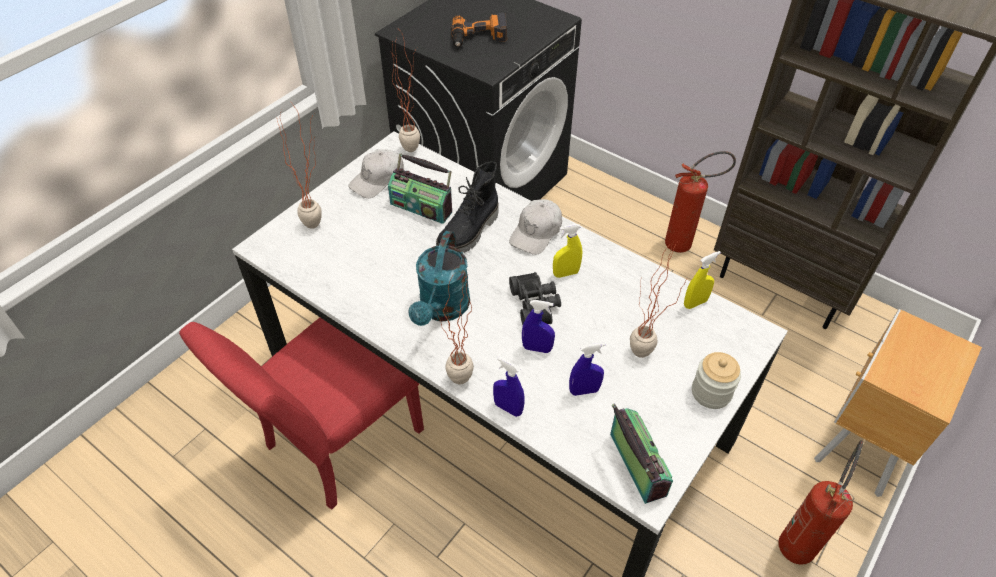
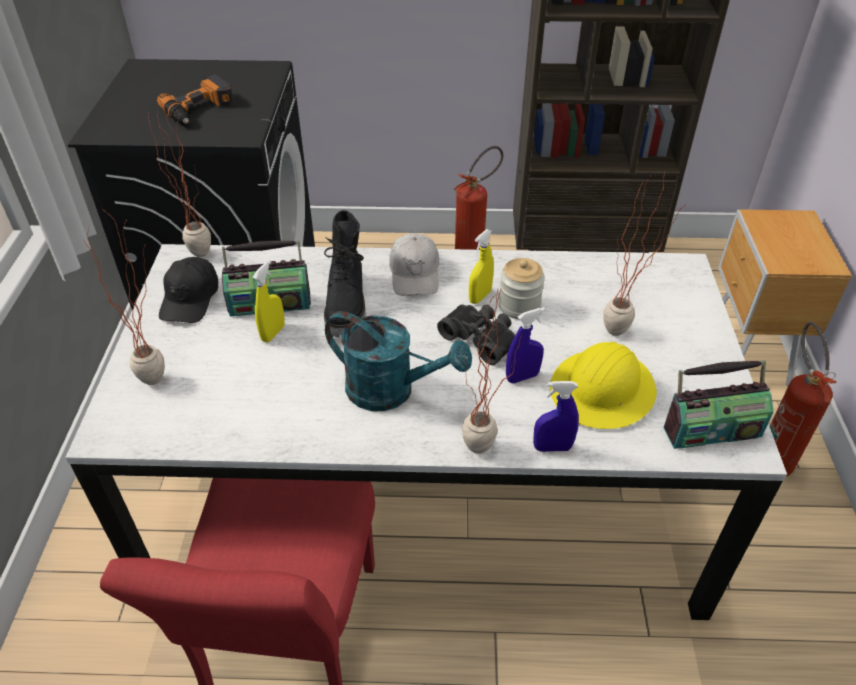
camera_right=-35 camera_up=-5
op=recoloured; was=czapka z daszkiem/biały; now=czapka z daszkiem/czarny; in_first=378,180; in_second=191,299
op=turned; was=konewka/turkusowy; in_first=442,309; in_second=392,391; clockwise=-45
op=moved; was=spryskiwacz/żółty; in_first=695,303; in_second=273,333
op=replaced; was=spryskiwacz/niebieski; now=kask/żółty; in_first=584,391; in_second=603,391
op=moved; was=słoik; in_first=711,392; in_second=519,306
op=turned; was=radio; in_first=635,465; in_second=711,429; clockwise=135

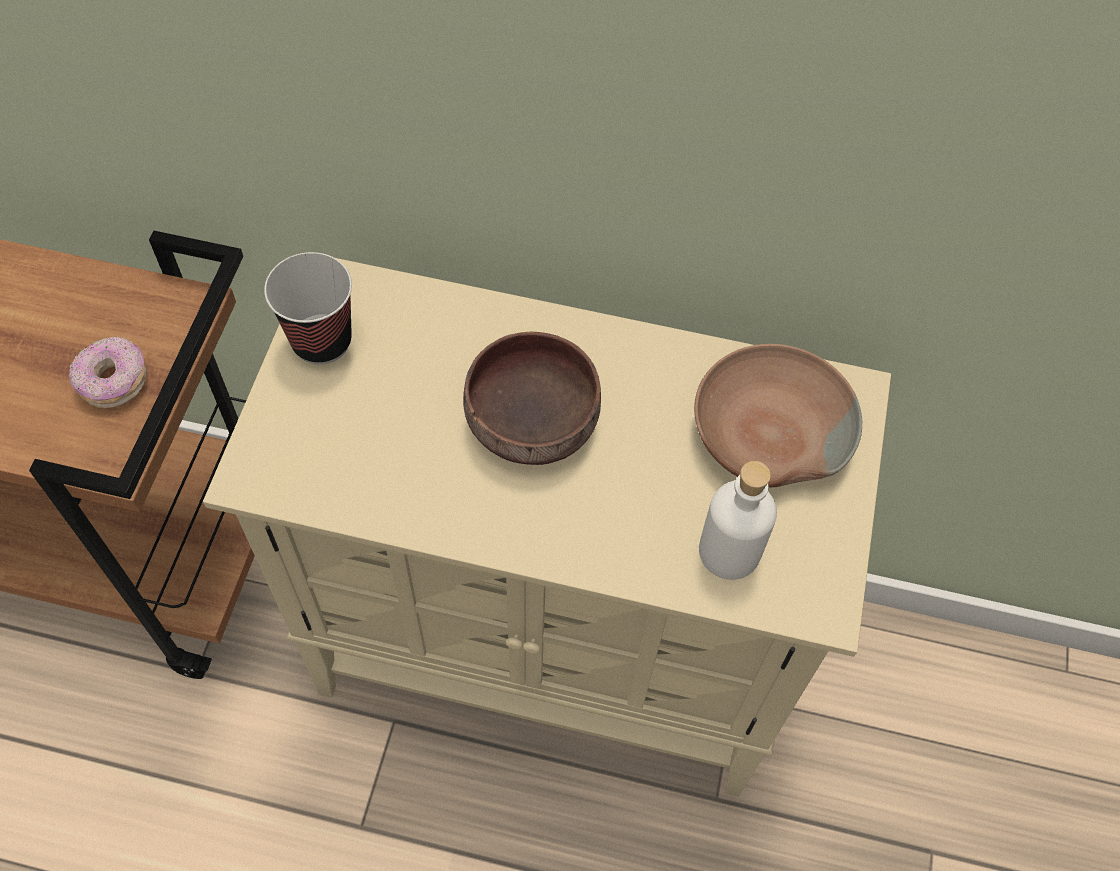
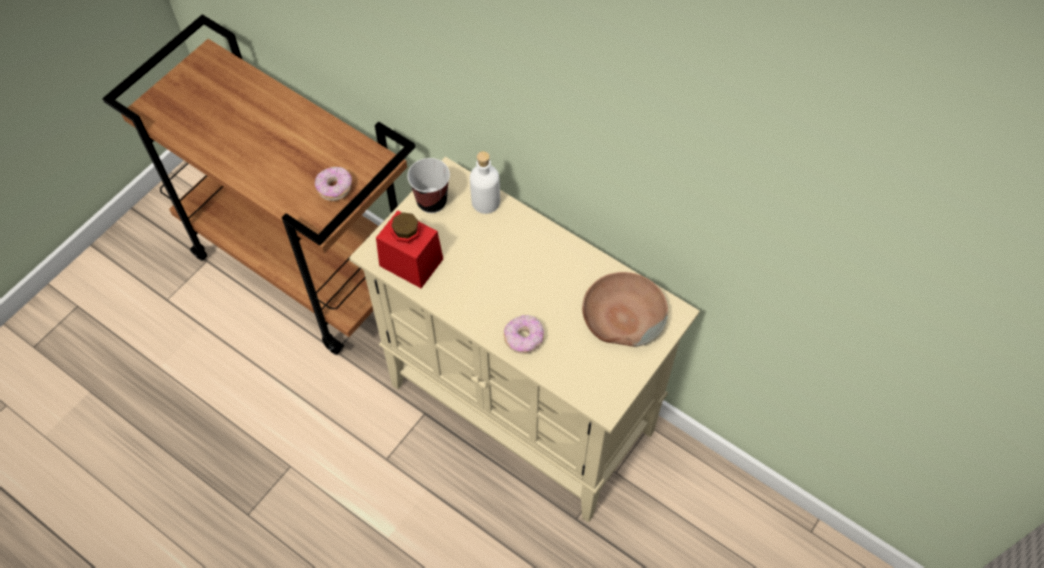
camera_right=25 camera_up=0
op=removed; was=miska/brązowy; in_first=536,419
op=moved; was=butelka/biały; in_first=729,552; in_second=485,202
op=added; now=słoik/czerwony; in_second=411,262
op=added; now=donut; in_second=524,339

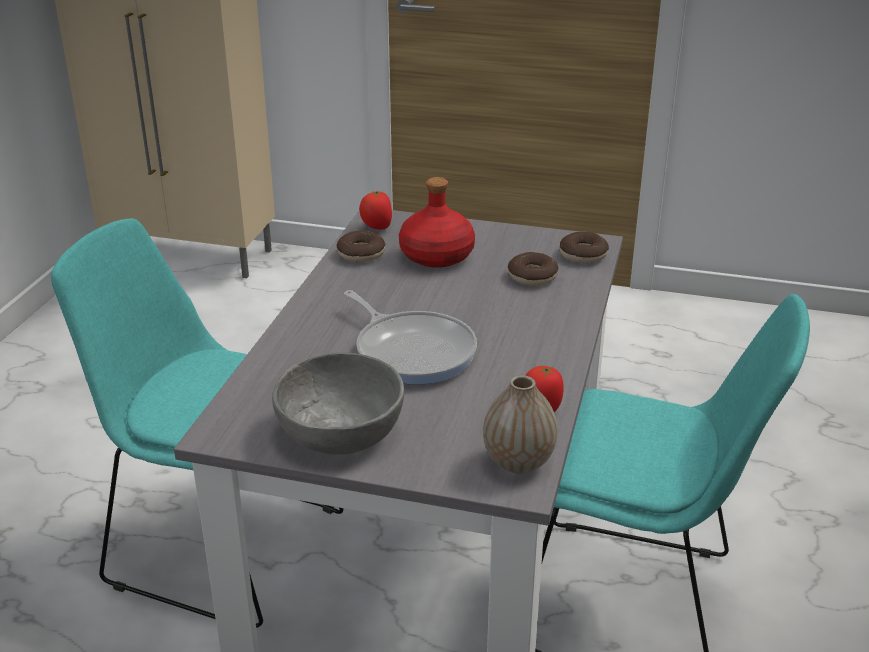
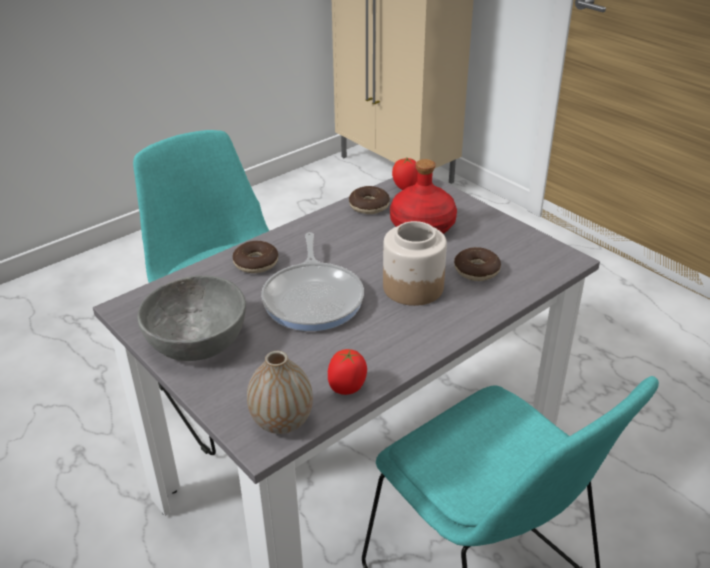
camera_right=35 camera_up=5
op=moved; was=donut; in_first=583,255; in_second=256,263
op=added; now=słoik; in_second=412,287

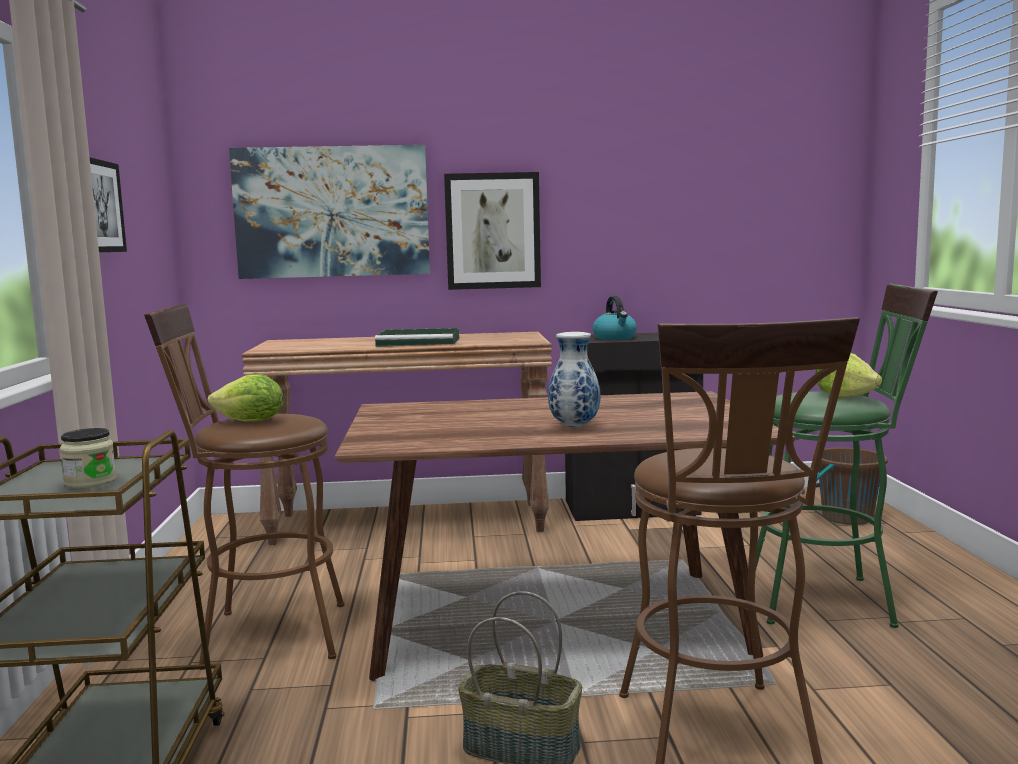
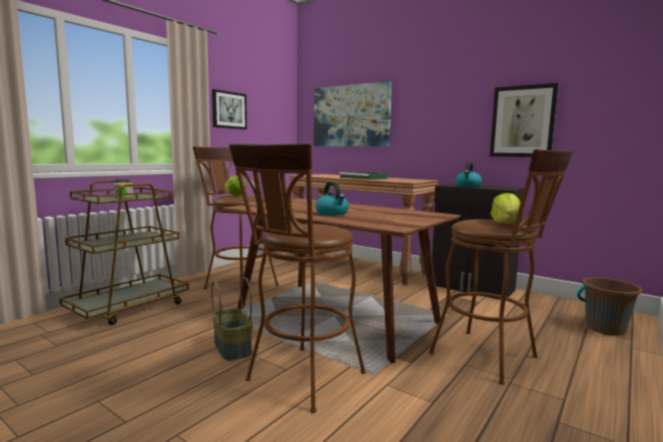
camera_right=40 camera_up=0
op=moved; was=obraz; in_first=492,231; in_second=522,121
op=recoloured; was=stołek/zielony; now=stołek/brązowy; in_first=832,600; in_second=491,358
op=replaced; was=wazon; now=czajnik; in_first=573,425; in_second=332,213

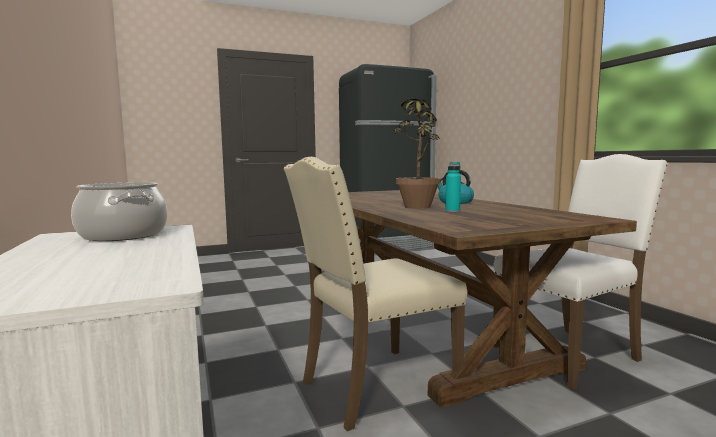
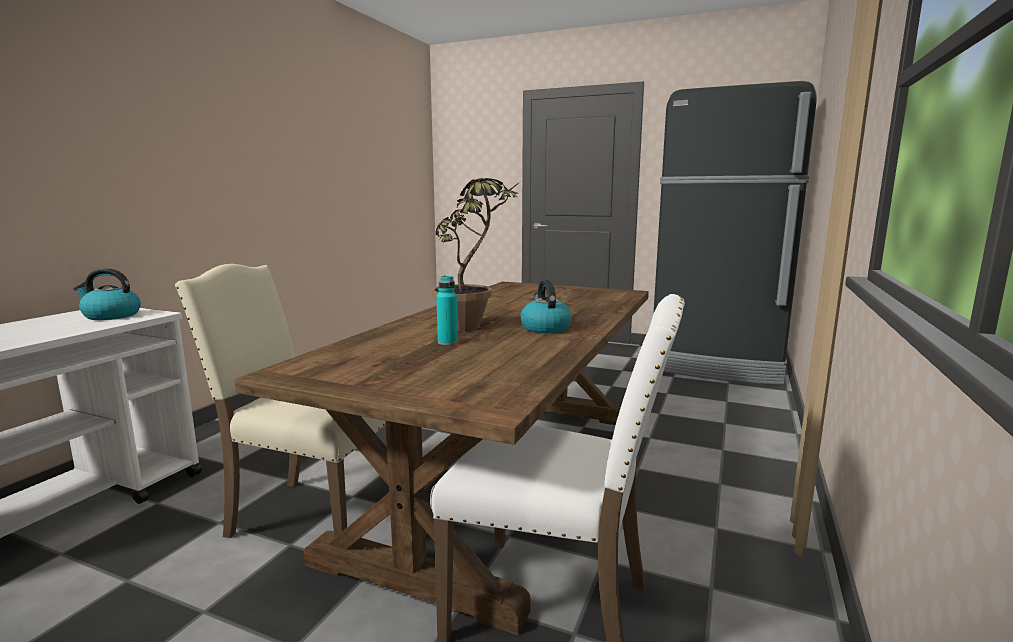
camera_right=45 camera_up=5
op=replaced; was=garnek; now=czajnik; in_first=124,235; in_second=111,316

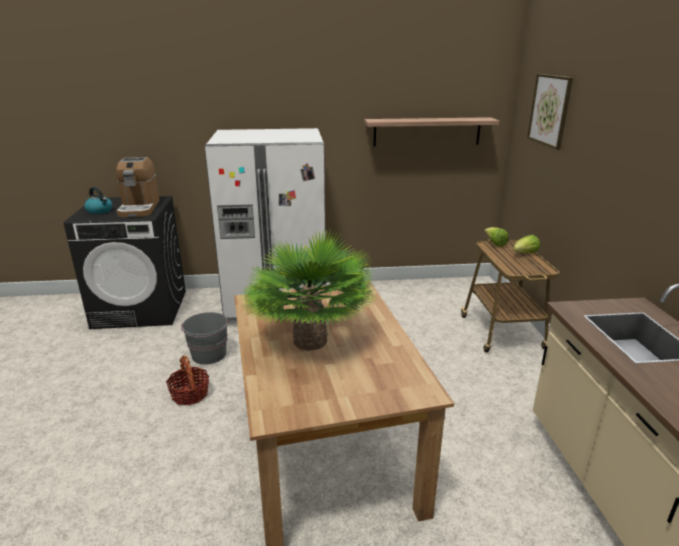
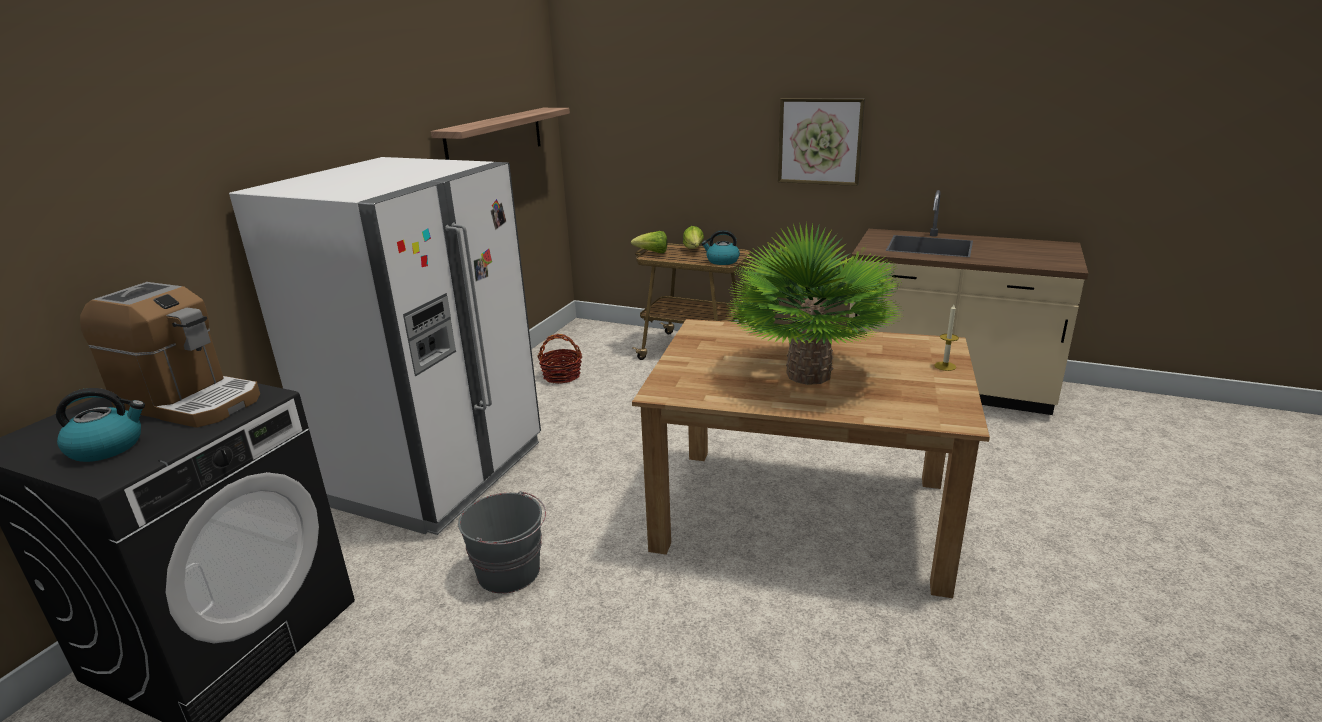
camera_right=-60 camera_up=0
op=moved; was=obraz; in_first=550,110; in_second=820,141
op=moved; was=koszyk; in_first=190,394; in_second=562,376
op=added; now=czajnik; in_second=722,261
op=added; now=świeca; in_second=945,366

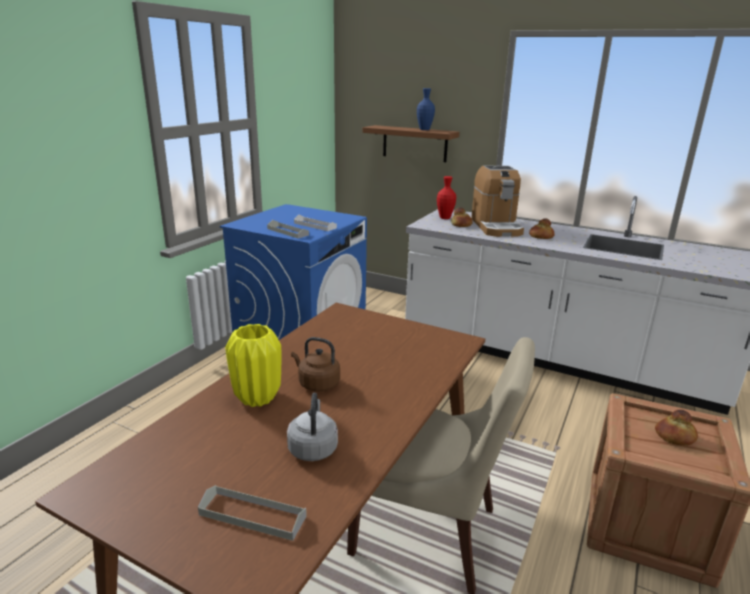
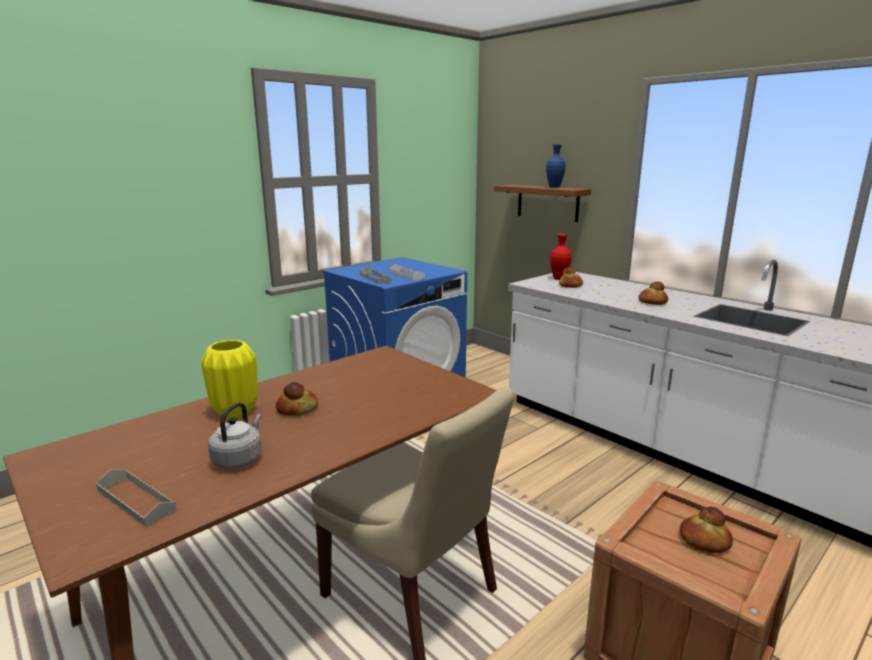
camera_right=20 camera_up=-5
op=removed; was=ekspres do kawy; in_first=496,226
op=replaced; was=czajnik/brązowy; now=chleb; in_first=317,384; in_second=297,408

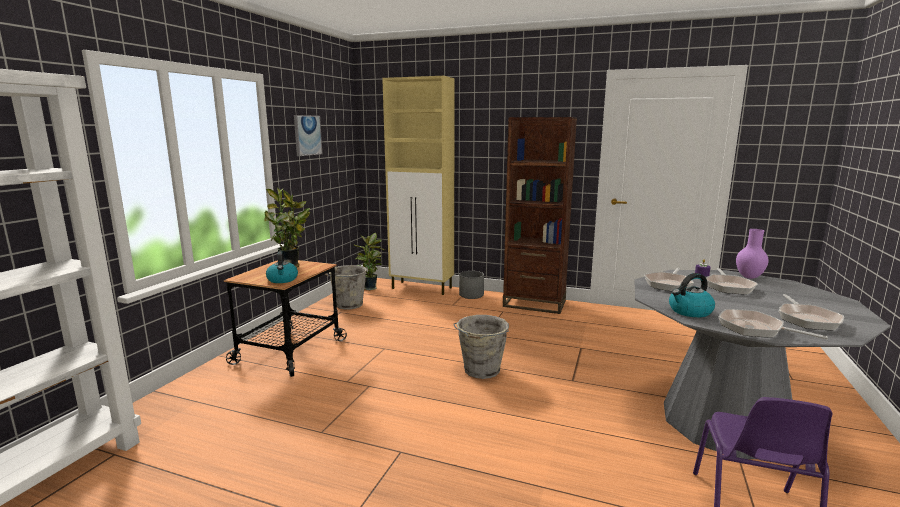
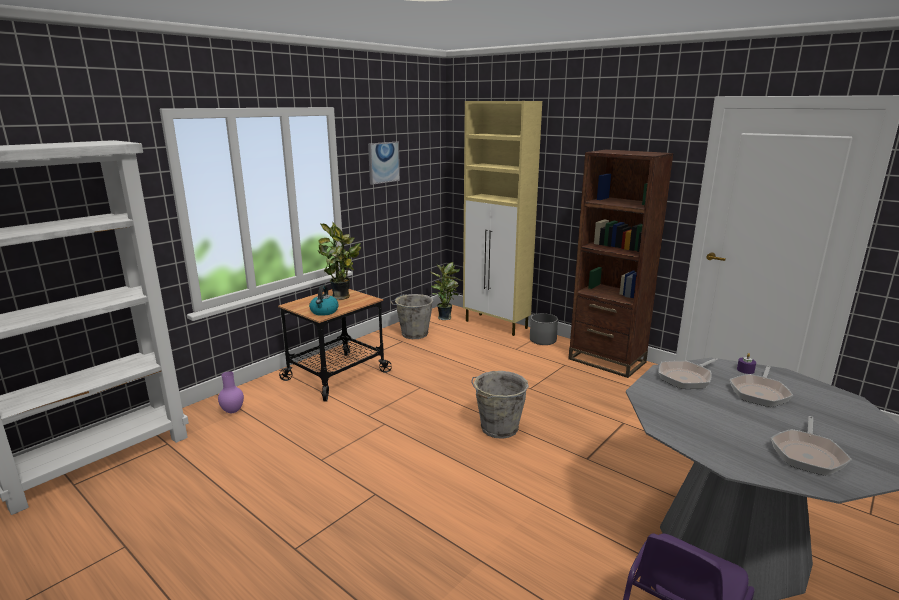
camera_right=20 camera_up=5
op=moved; was=wazon/fioletowy; in_first=748,277; in_second=232,411
op=removed; was=czajnik; in_first=689,311
op=removed; was=patelnia; in_first=755,329

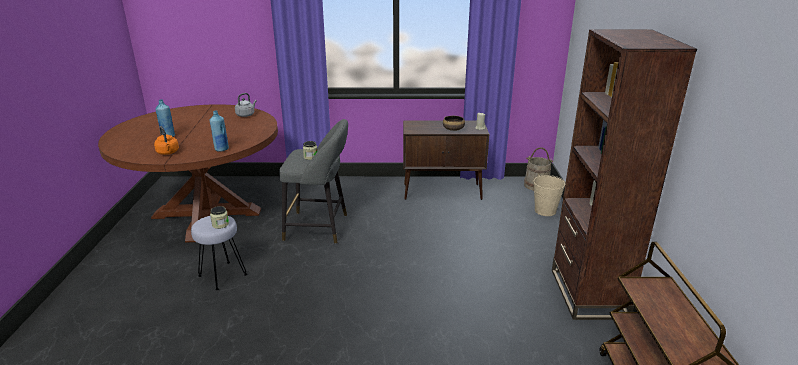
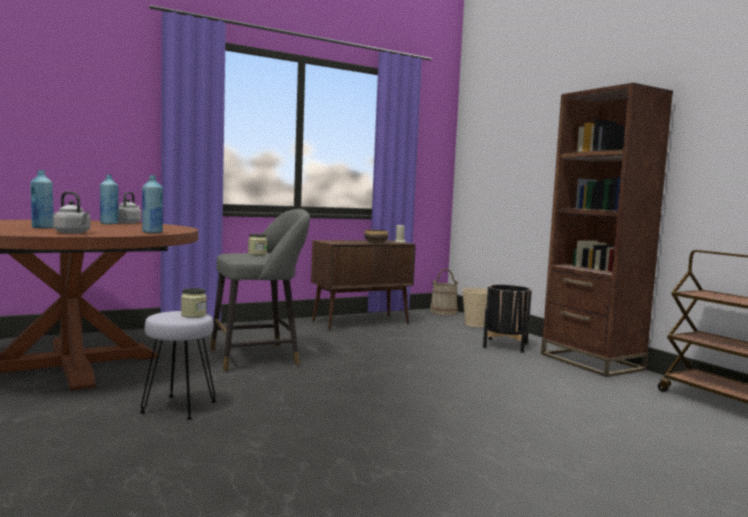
camera_right=-30 camera_up=-20
op=recoloured; was=czajnik/pomarańczowy; now=czajnik/szary; in_first=168,152; in_second=73,233
op=added; now=butelka/niebieski; in_second=109,224
op=added; now=donica/czarny; in_second=505,345

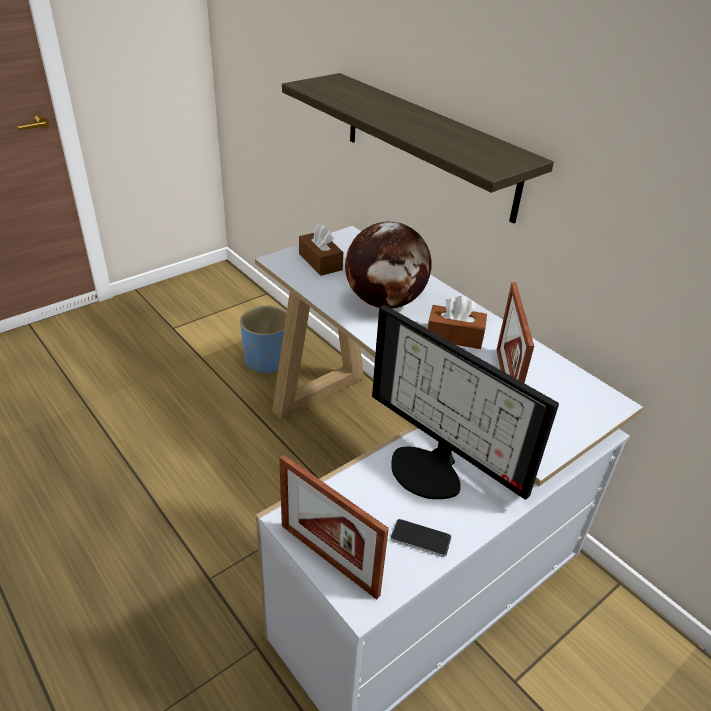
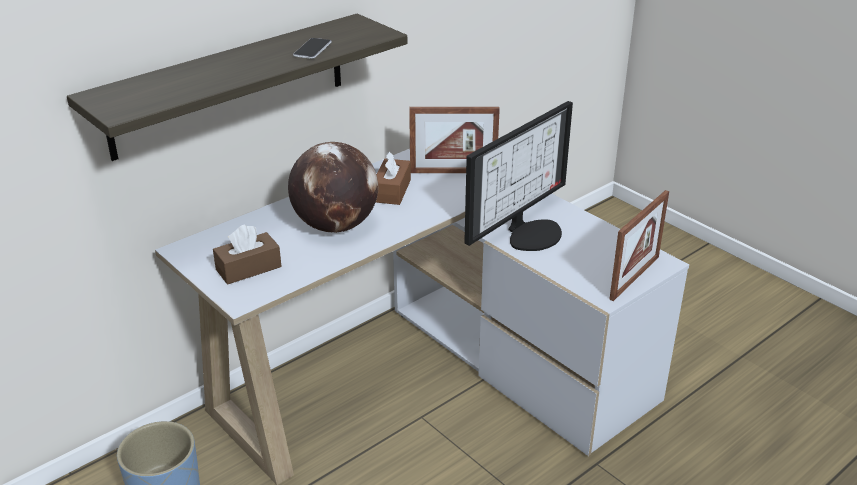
camera_right=-90 camera_up=-5
op=moved; was=telefon; in_first=420,538; in_second=312,49

